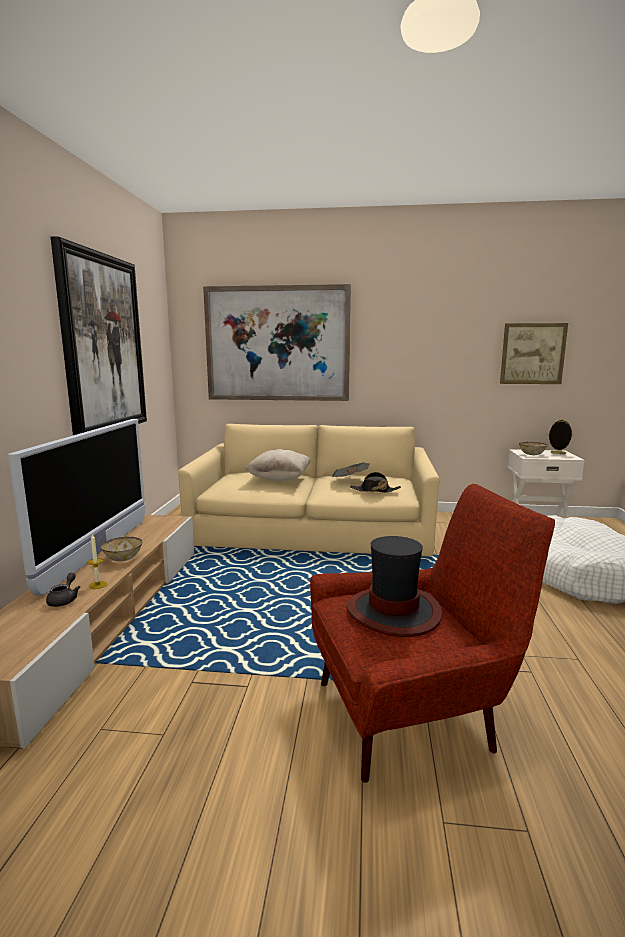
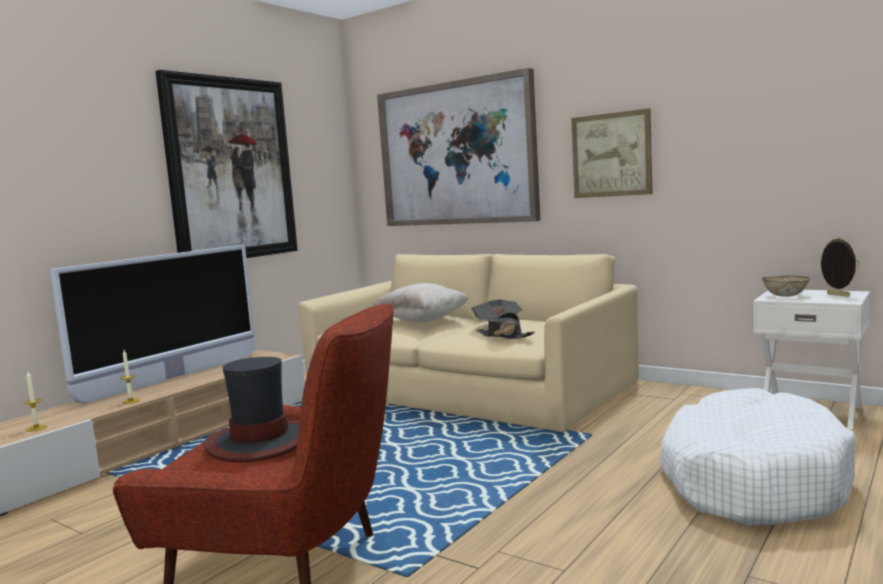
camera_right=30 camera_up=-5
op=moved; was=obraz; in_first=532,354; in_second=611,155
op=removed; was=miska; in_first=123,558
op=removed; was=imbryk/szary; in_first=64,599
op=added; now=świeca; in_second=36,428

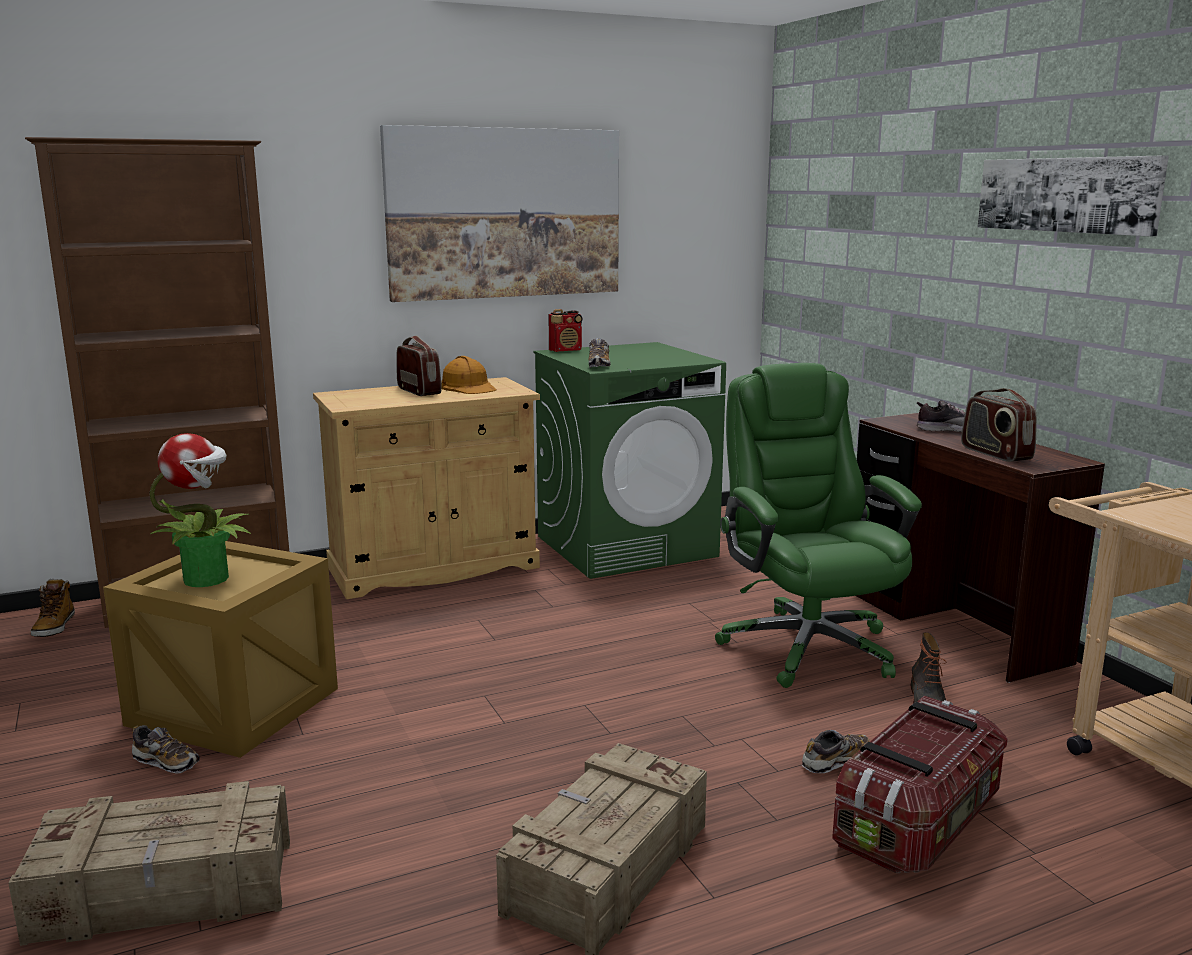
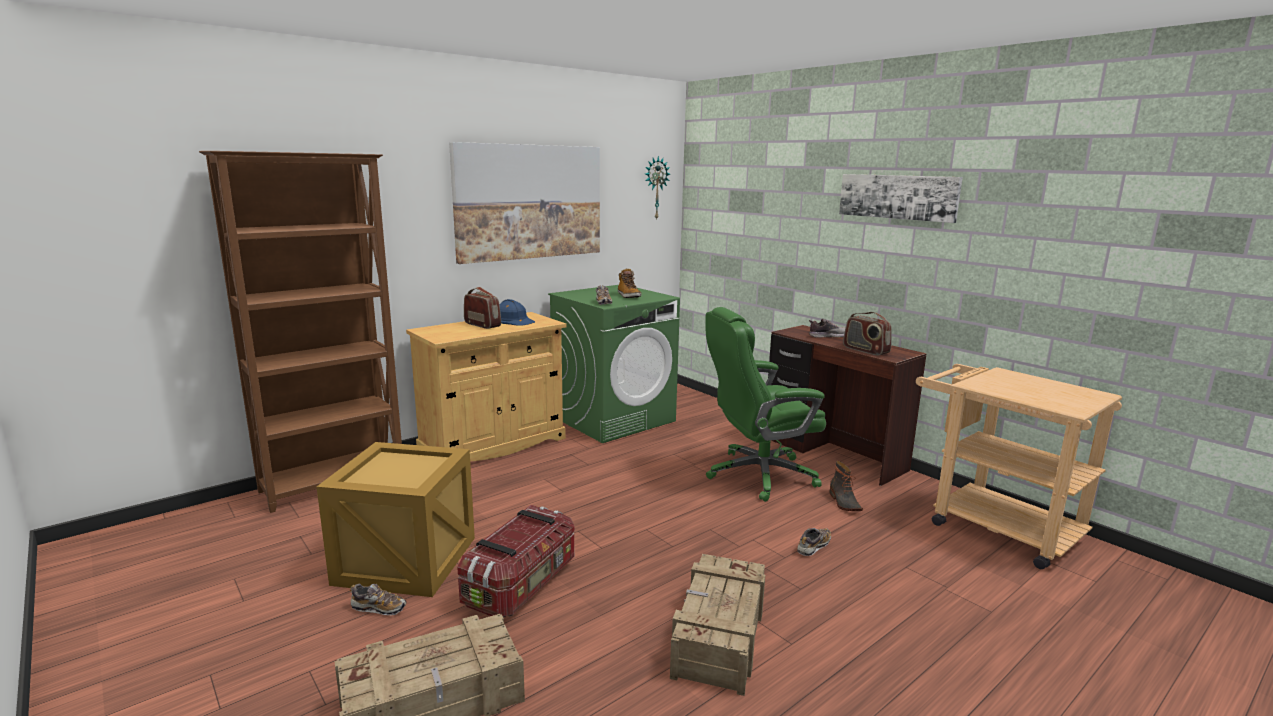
camera_right=-15 camera_up=0
op=removed; was=radio; in_first=566,350
op=recoloured; was=kask/pomarańczowy; now=kask/niebieski; in_first=468,387; in_second=513,320
op=turned; was=krzesło biurowe/zielony; in_first=806,646; in_second=758,475; clockwise=-75
op=removed; was=roślina doniczkowa; in_first=207,578
op=moved; was=but z cholewką; in_first=54,627; in_second=628,296
op=moved; was=pojemnik do przechowywania; in_first=919,822; in_second=522,584
op=added; now=zegar ścienny; in_second=655,188

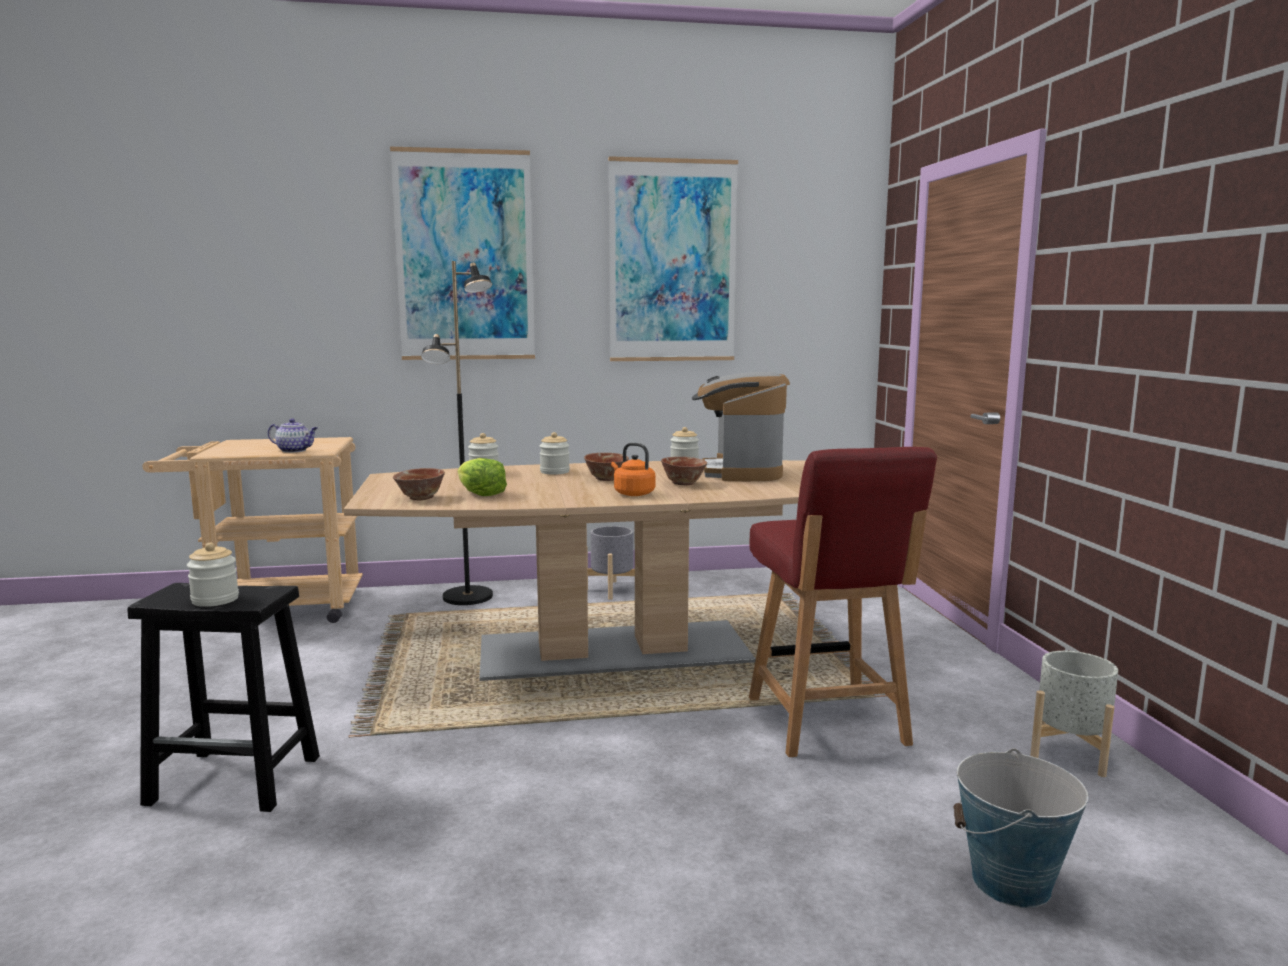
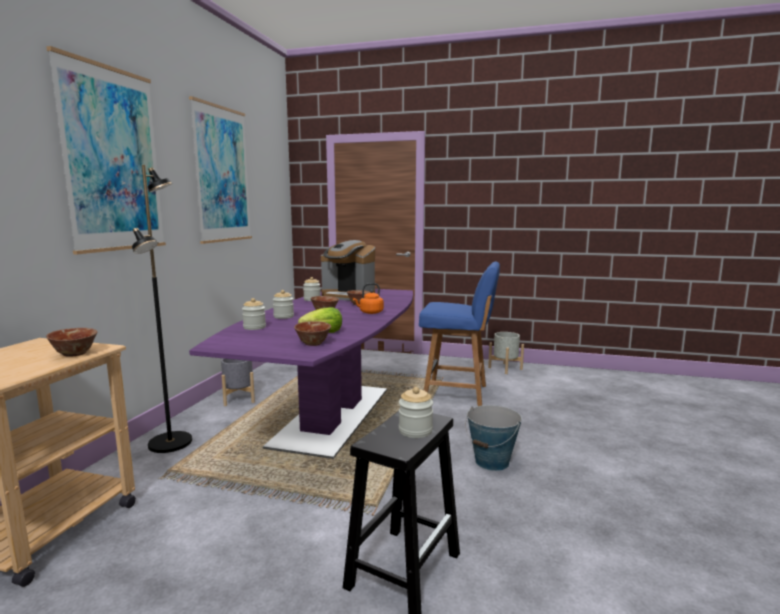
camera_right=-65 camera_up=0
op=replaced; was=imbryk; now=miska; in_first=295,450; in_second=75,354
op=recoloured; was=krzesło/czerwony; now=krzesło/niebieski; in_first=827,723; in_second=457,393
op=recoloured; was=stół jadalny/brązowy; now=stół jadalny/fioletowy; in_first=612,651; in_second=333,416
op=moved; was=wiadro; in_first=1011,883; in_second=492,462

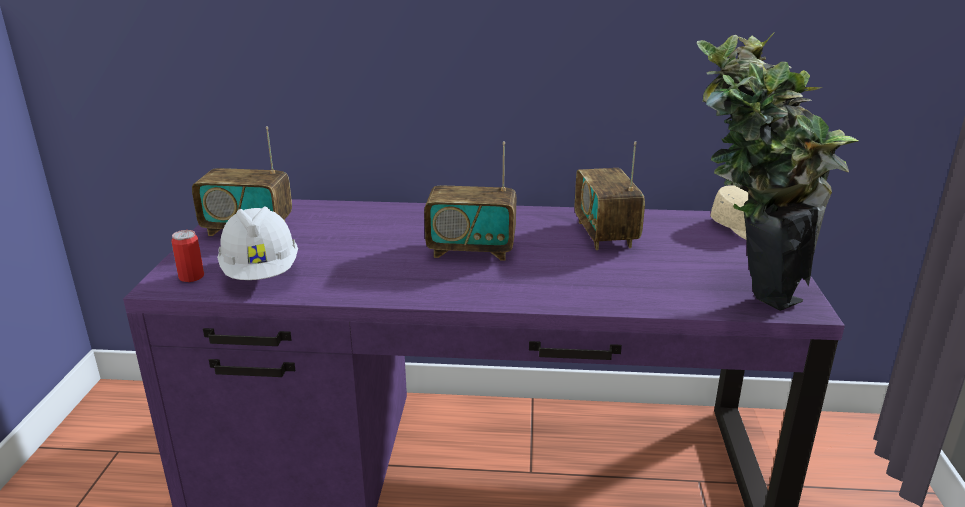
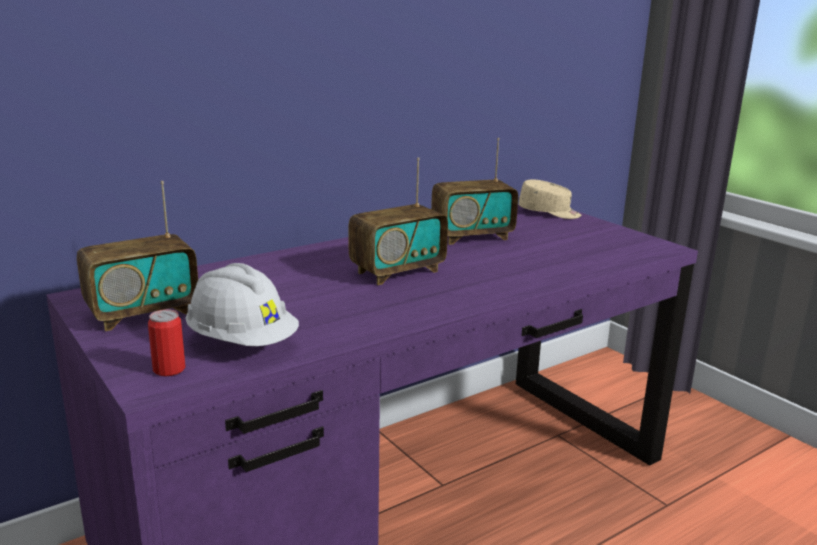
camera_right=-40 camera_up=-5
op=removed; was=roślina doniczkowa; in_first=743,286
op=turned; was=radio; in_first=605,234; in_second=472,236; clockwise=-60

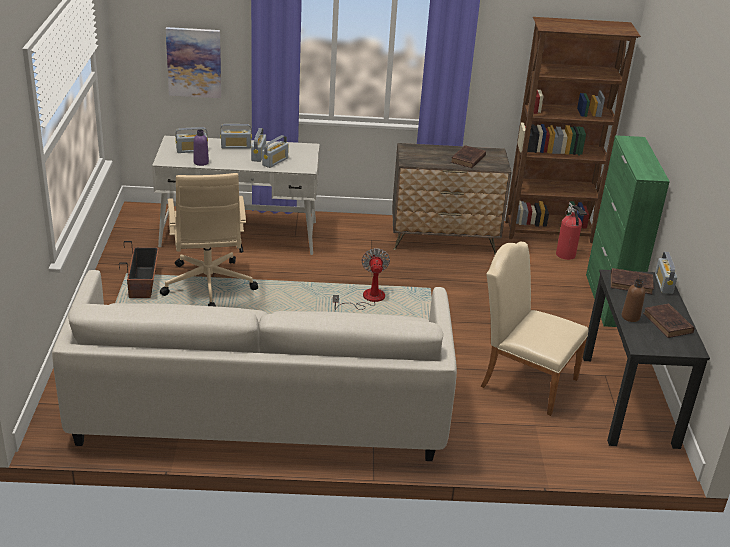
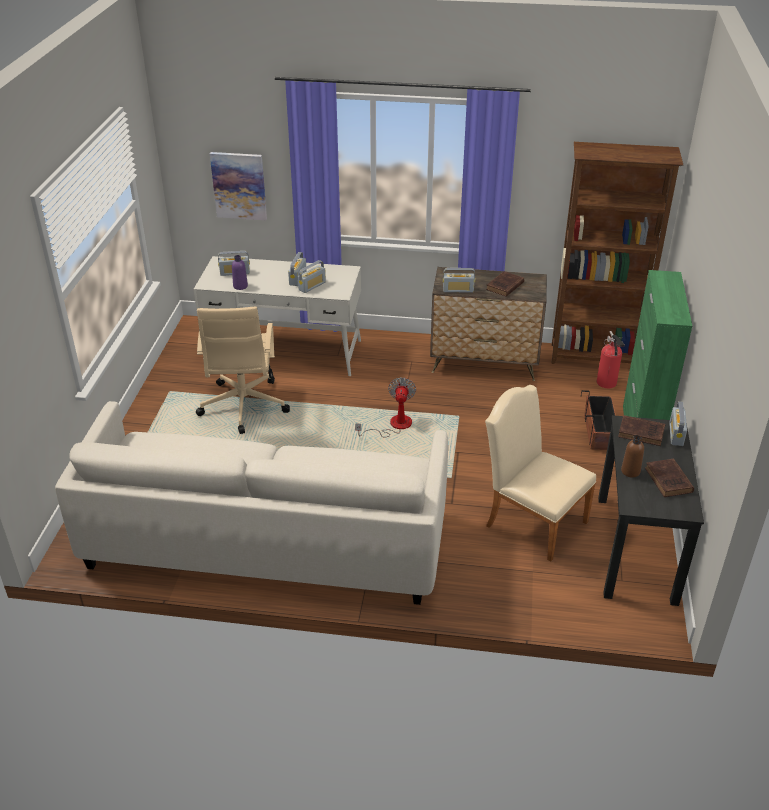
camera_right=10 camera_up=5
op=moved; was=radio; in_first=236,146; in_second=458,290
op=moved; was=donica; in_first=143,283; in_second=598,432

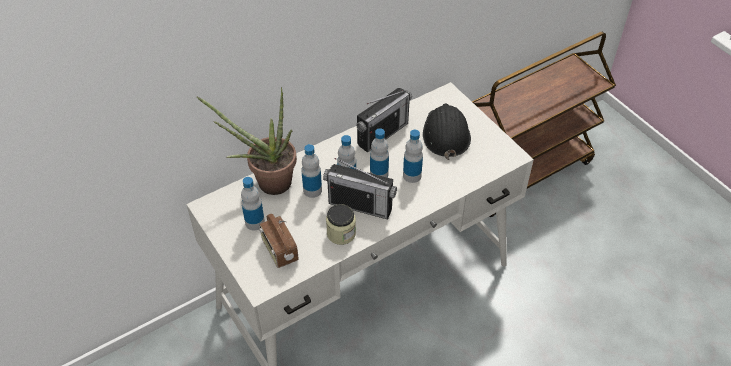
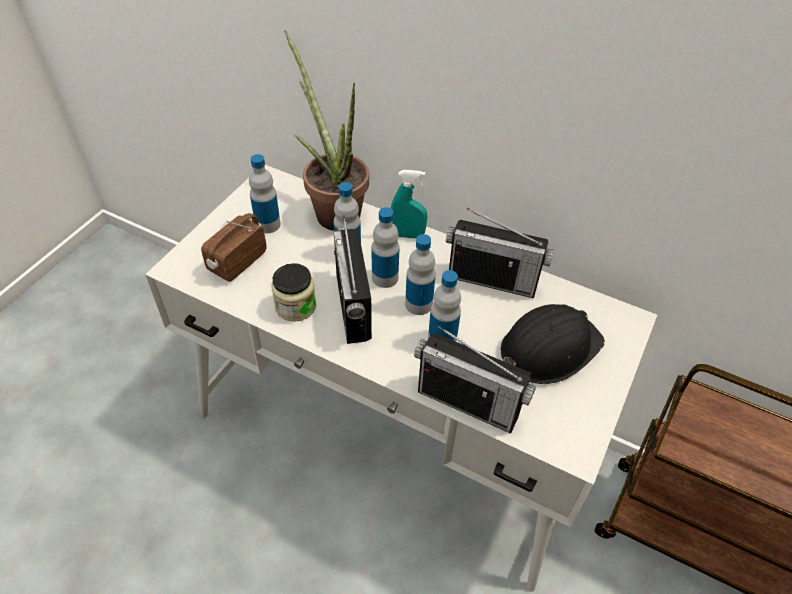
camera_right=60 camera_up=0
op=added; now=spryskiwacz/turkusowy; in_second=407,235
op=added; now=radio; in_second=468,402

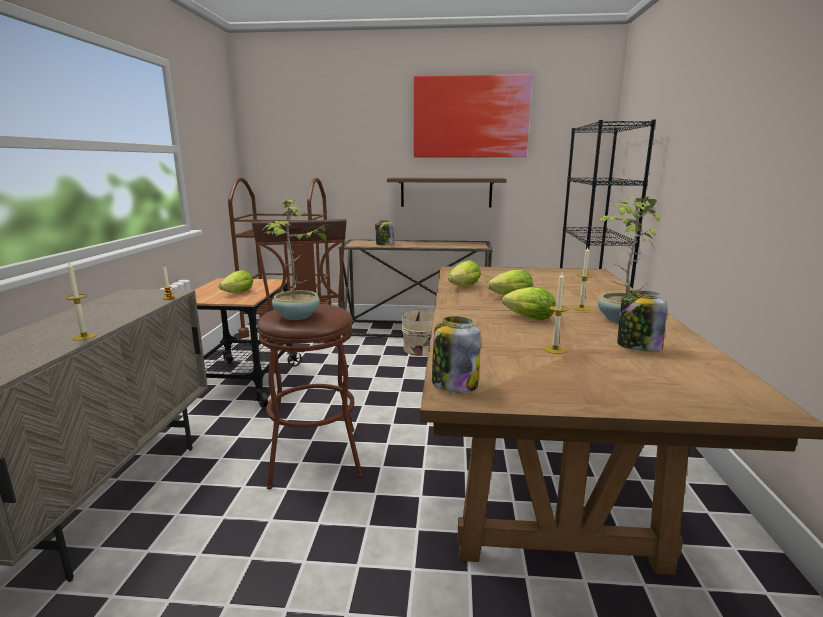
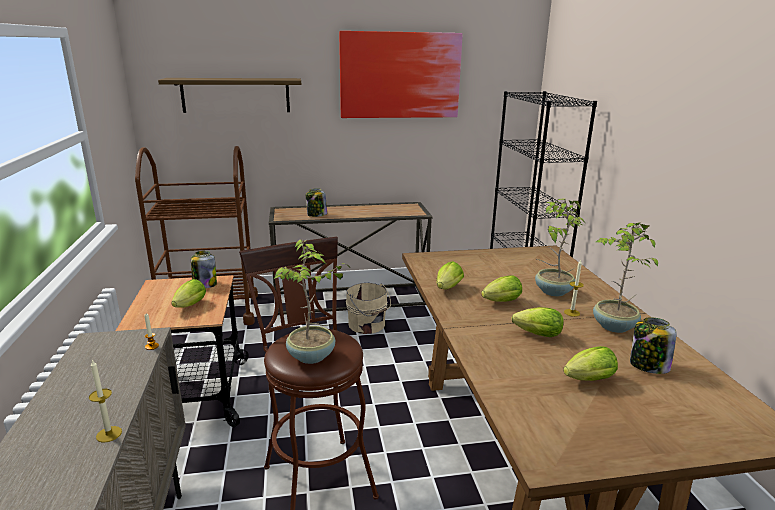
camera_right=-15 camera_up=5
op=moved; was=półka; in_first=446,192; in_second=236,95
op=replaced; was=świeca; now=sałata; in_first=554,349; in_second=586,380
op=moved; was=słoik; in_first=454,384; in_second=204,284
op=added; now=roślina doniczkowa; in_second=552,291

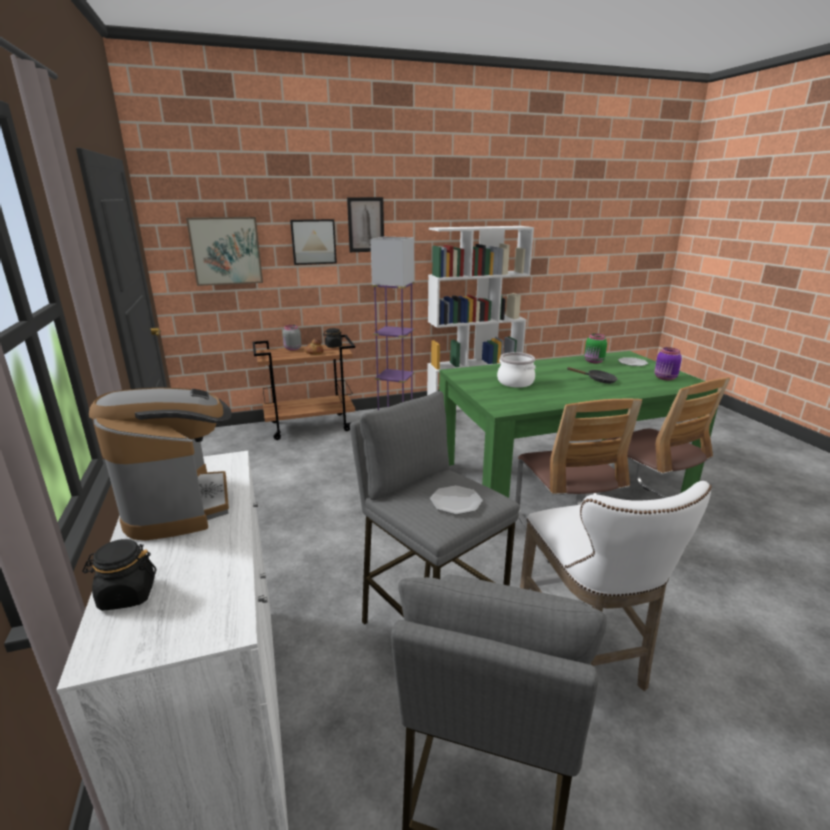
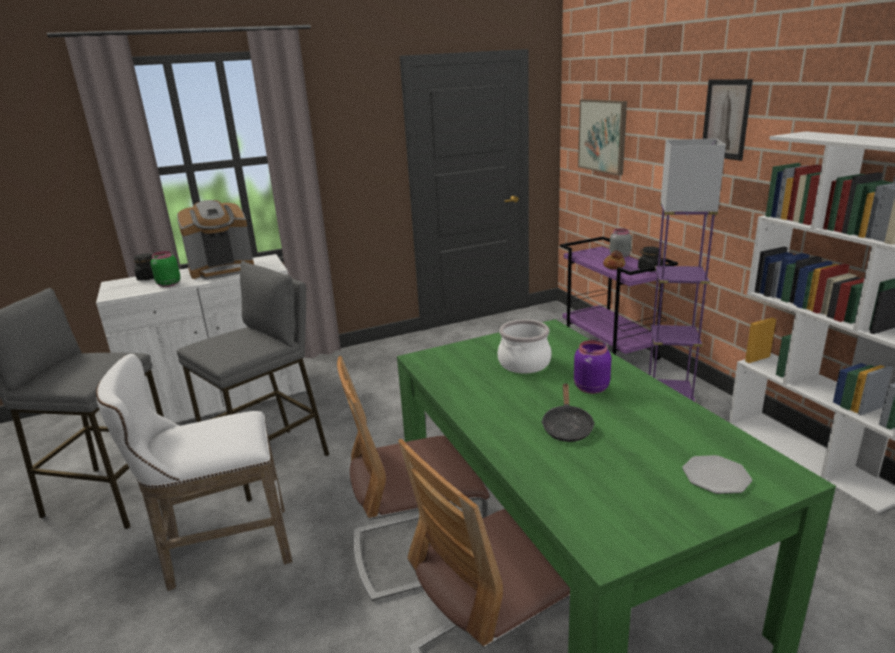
camera_right=85 camera_up=0
op=removed; was=obraz; in_first=313,241
op=moved; was=słoik/zielony; in_first=594,361; in_second=168,284
op=recoloured; was=wózek/brązowy; now=wózek/fioletowy; in_first=311,426; in_second=611,350
op=moved; was=słoik/fioletowy; in_first=665,378; in_second=590,388
op=removed; was=talerz; in_first=456,501

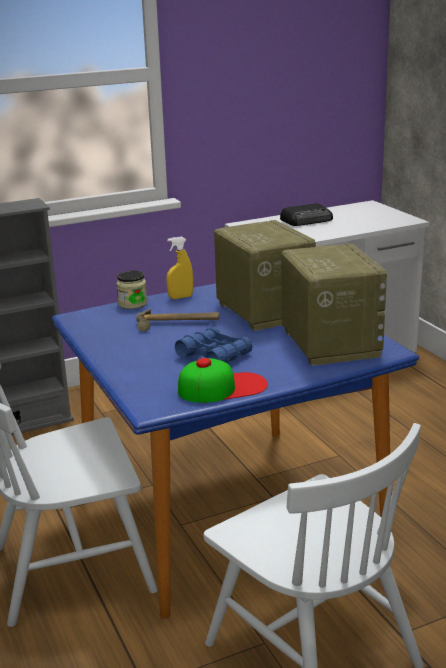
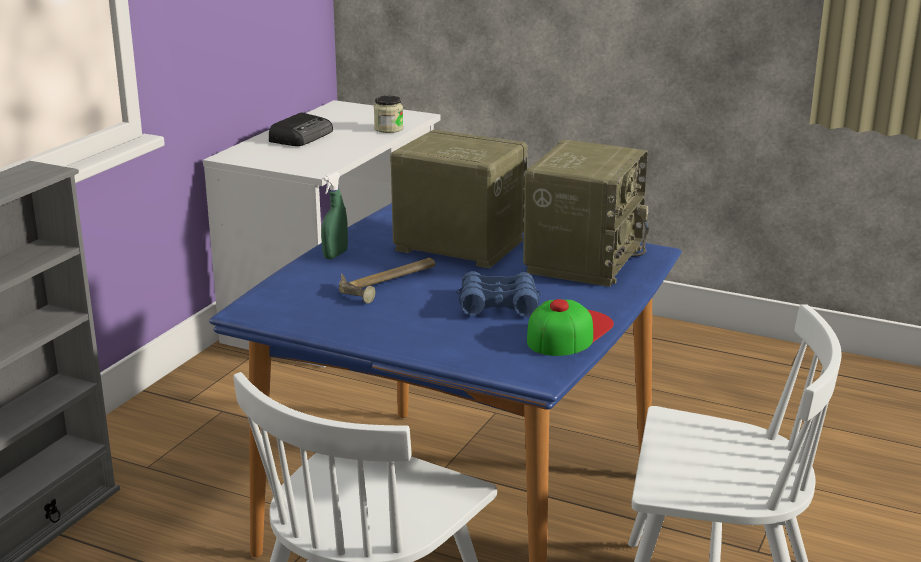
camera_right=-40 camera_up=0
op=recoloured; was=spryskiwacz/żółty; now=spryskiwacz/zielony; in_first=180,297; in_second=335,255
op=turned; was=radio; in_first=328,342; in_second=583,259; clockwise=75
op=moved; was=słoik; in_first=132,304; in_second=388,129

